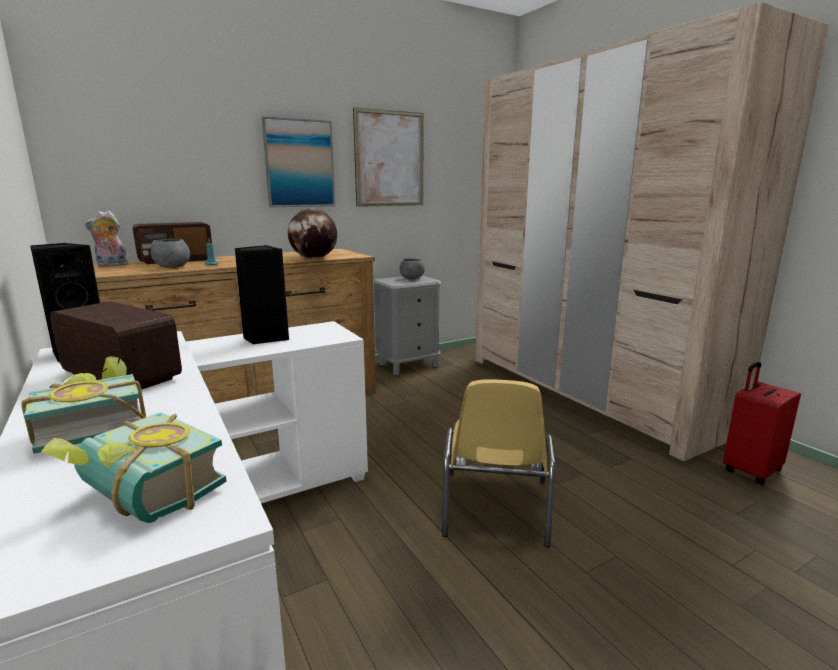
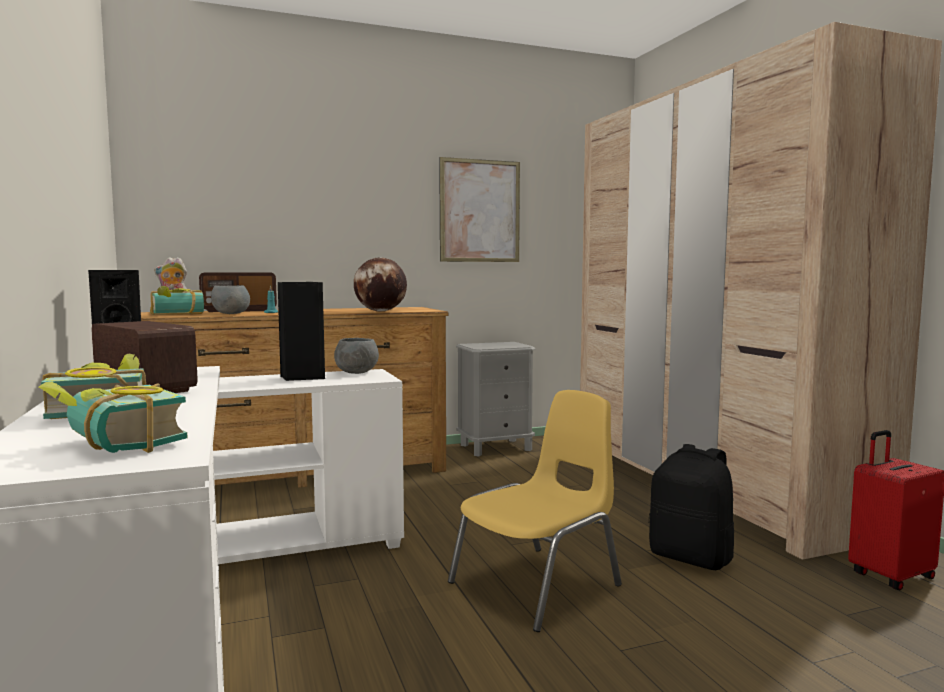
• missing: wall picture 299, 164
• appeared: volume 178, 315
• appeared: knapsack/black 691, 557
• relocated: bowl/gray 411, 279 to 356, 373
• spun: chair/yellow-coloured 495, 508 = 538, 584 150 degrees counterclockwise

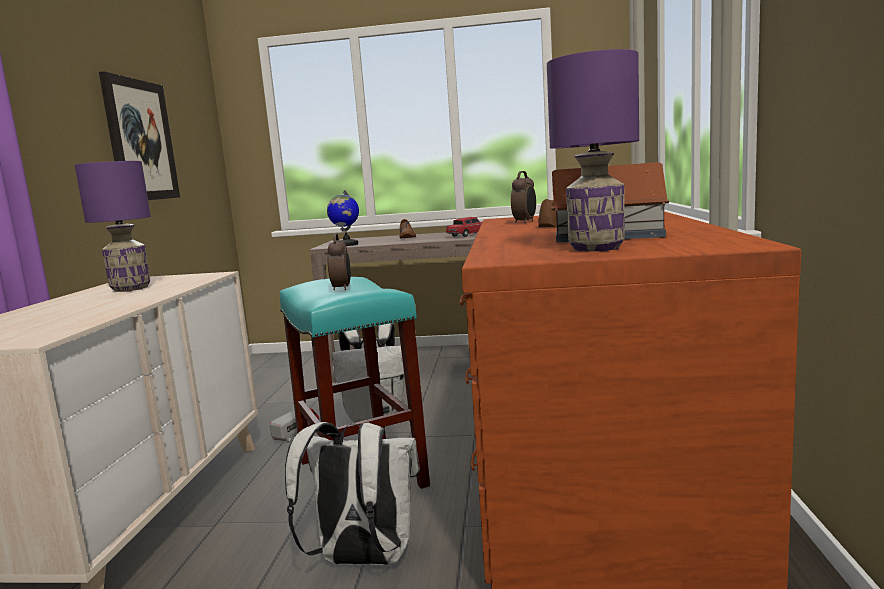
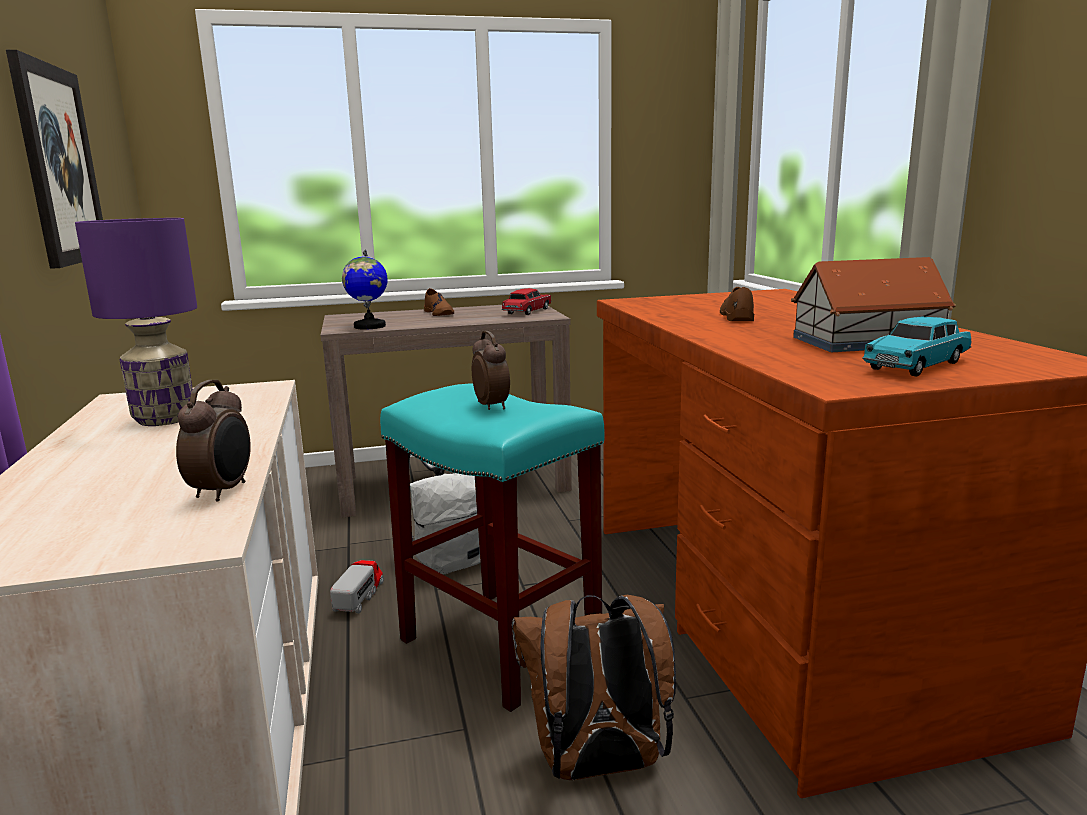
• relocated: table clock 525, 222 to 223, 491
• exchanged: lamp for a table/purple 597, 248 to model car/blue-green 916, 365
• colour: knapsack/whitish 362, 560 to knapsack/brownish 597, 767

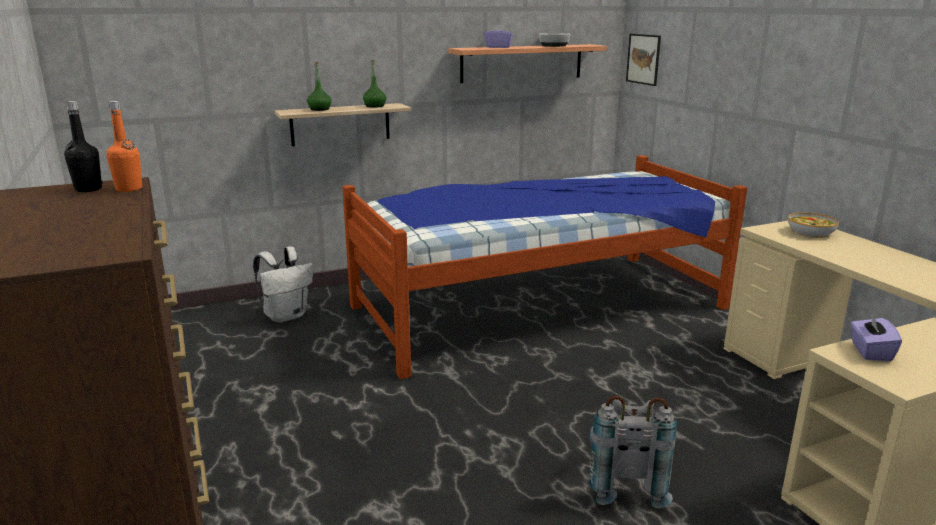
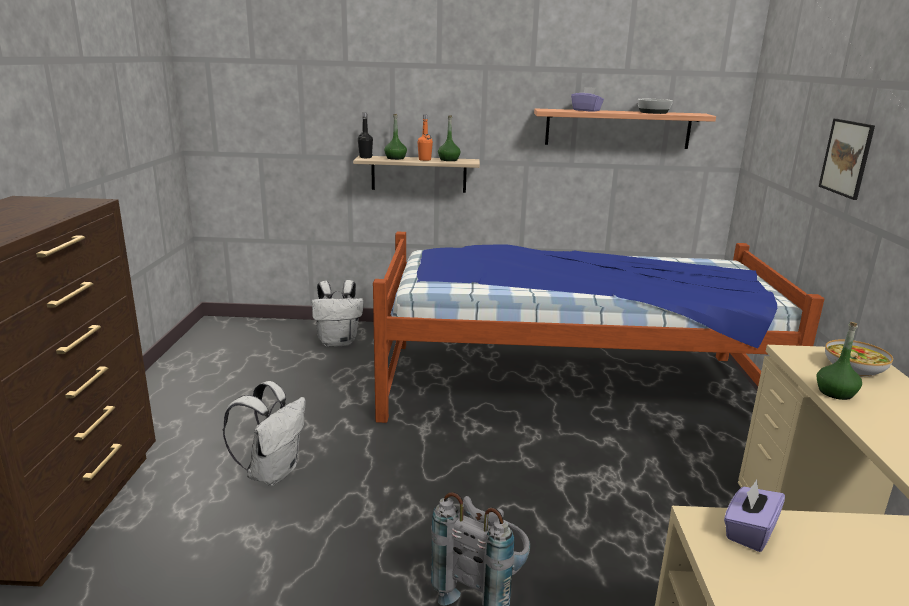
• appeared: knapsack/whitish 272, 472
• appeared: bottle/green-coloured 835, 392
• relocated: bottle/black 88, 189 to 365, 157
• relocated: bottle/orange 129, 189 to 424, 160
• relocated: wall picture 643, 59 to 846, 158

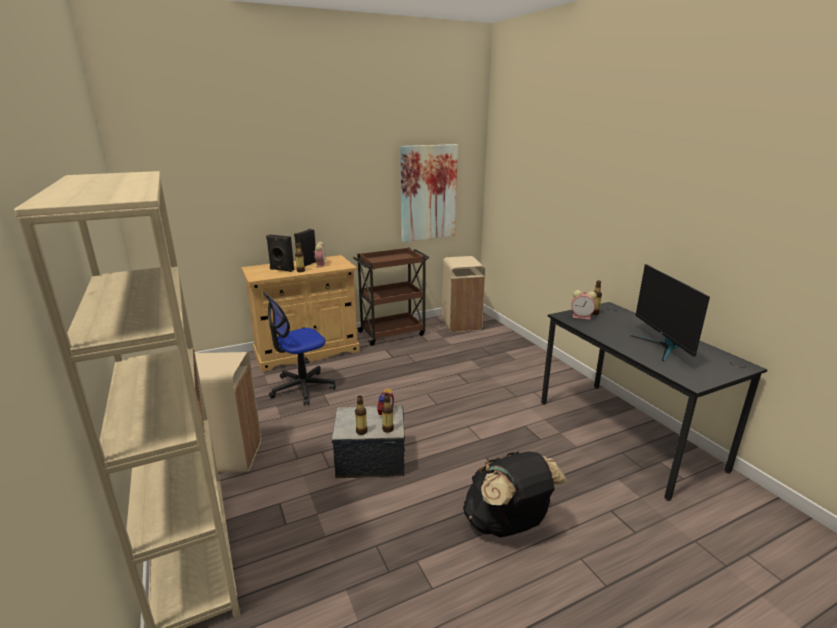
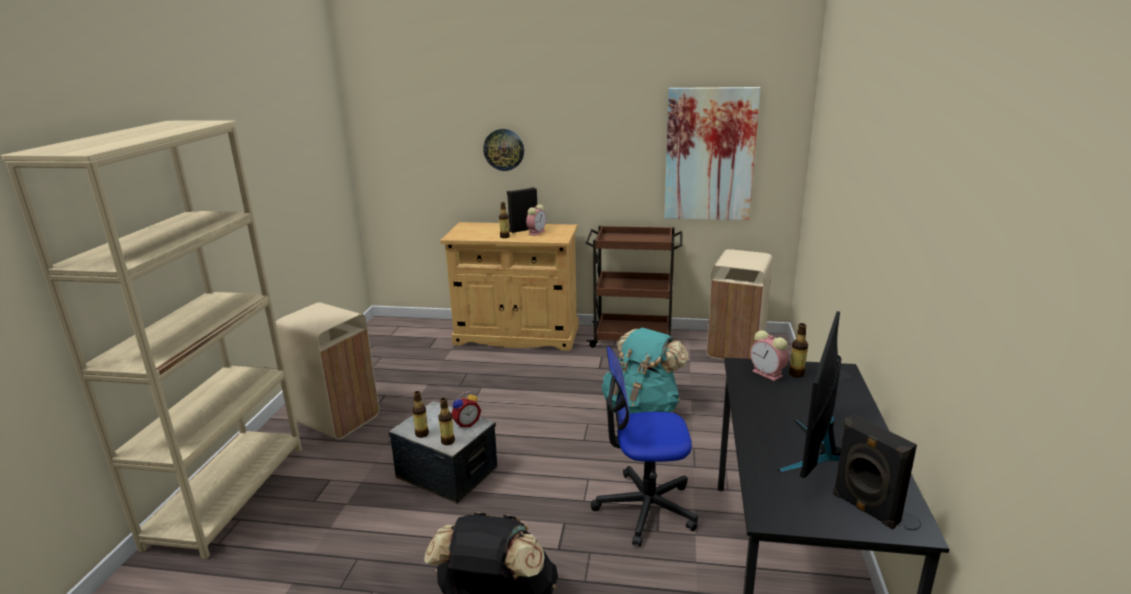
• appeared: wall clock 504, 149
• appeared: knapsack/blue-green 641, 410
• relocated: desk chair 302, 388 to 645, 508
• relocated: speaker/black 281, 270 to 864, 509

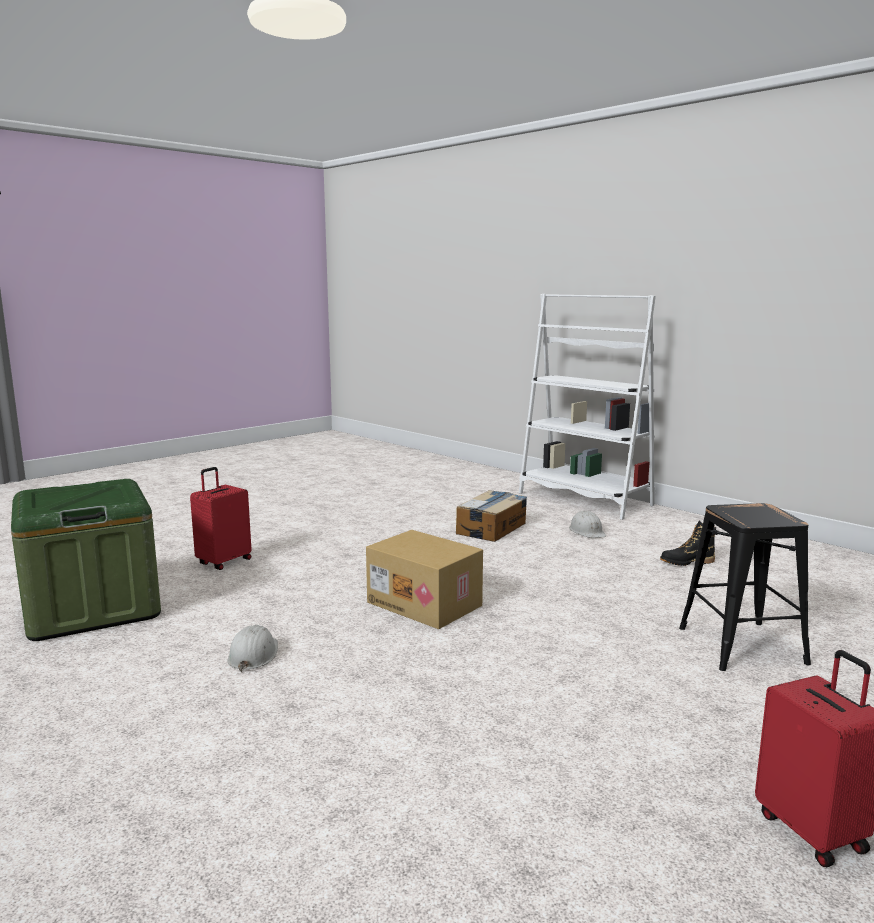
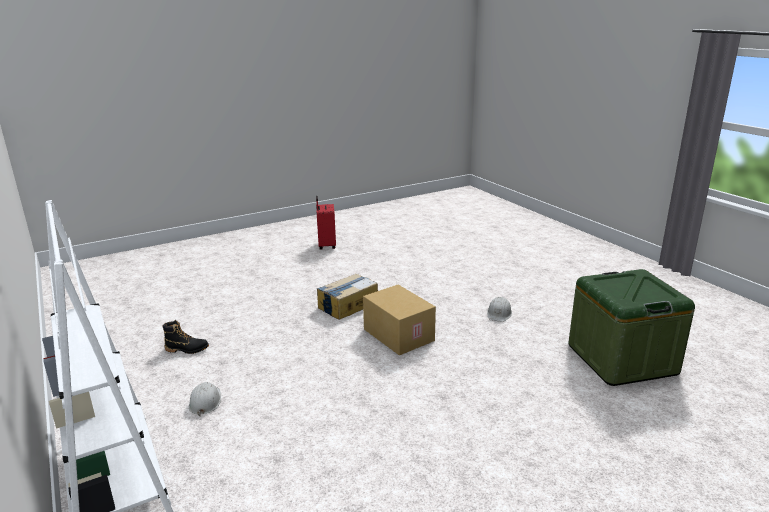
• missing: suitcase/red 223, 562
• missing: stool seat/black 740, 645
• relocated: carton 492, 528 to 347, 305

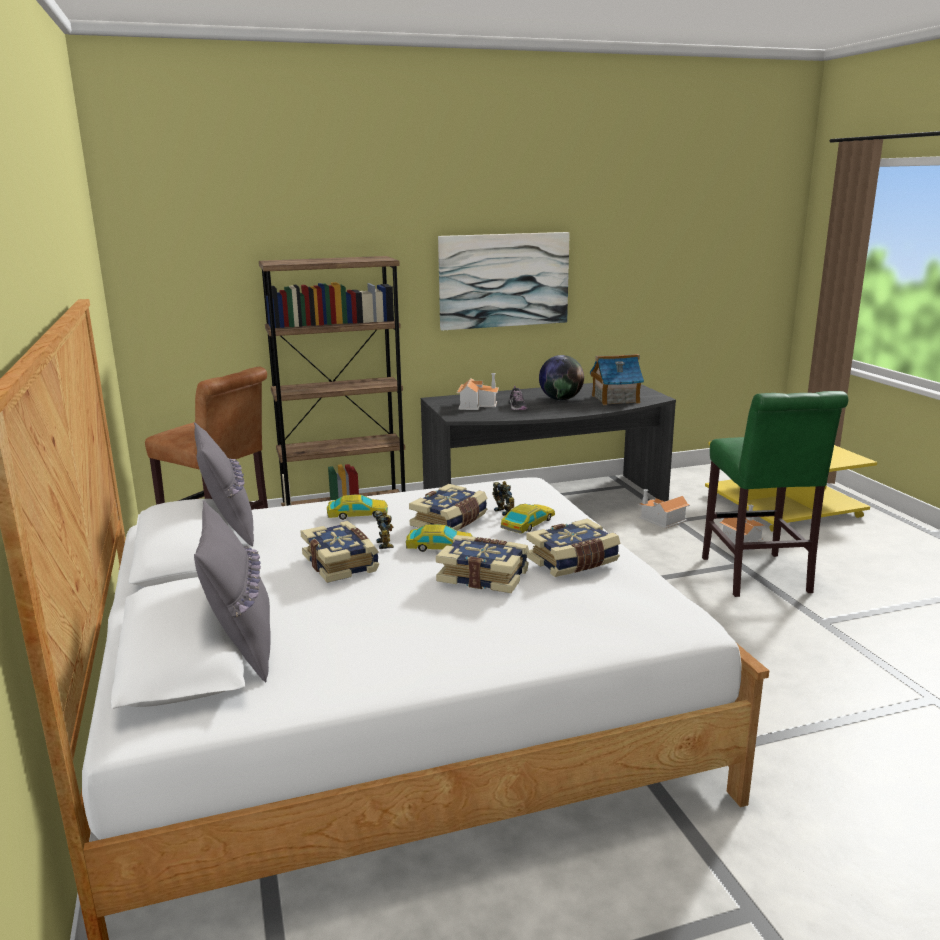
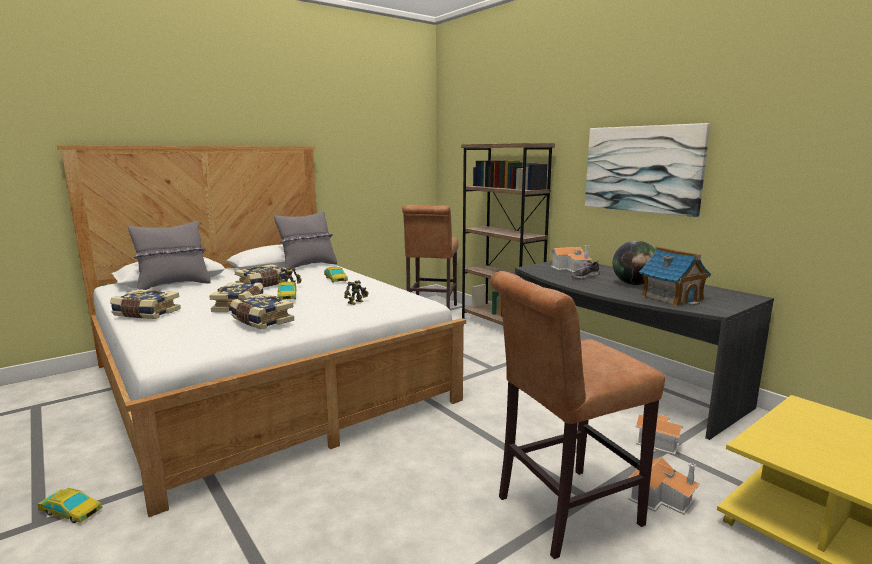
• relocated: volume 450, 521 to 146, 314
• relocated: model car 528, 524 to 71, 511
• colour: stool seat/green-coloured 757, 578 to stool seat/brownish 561, 512

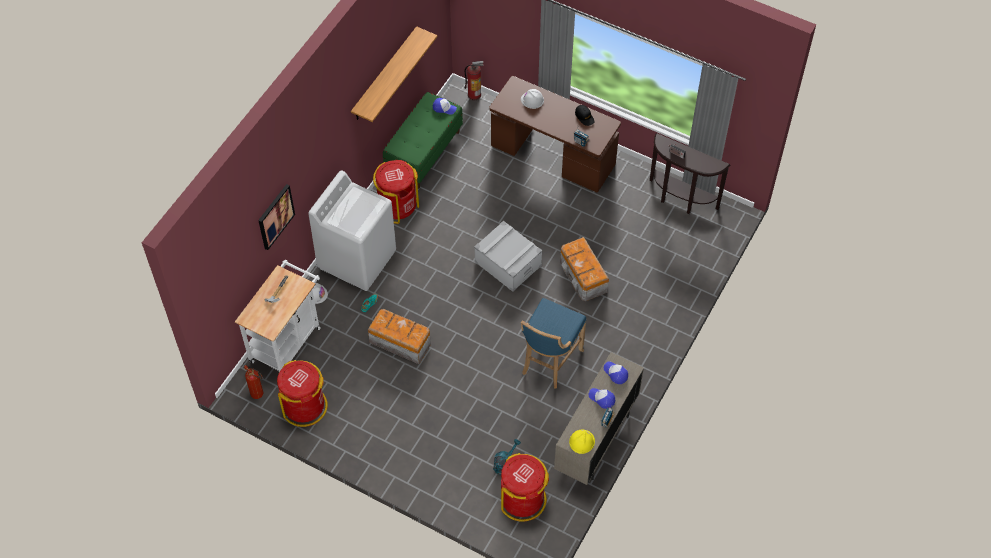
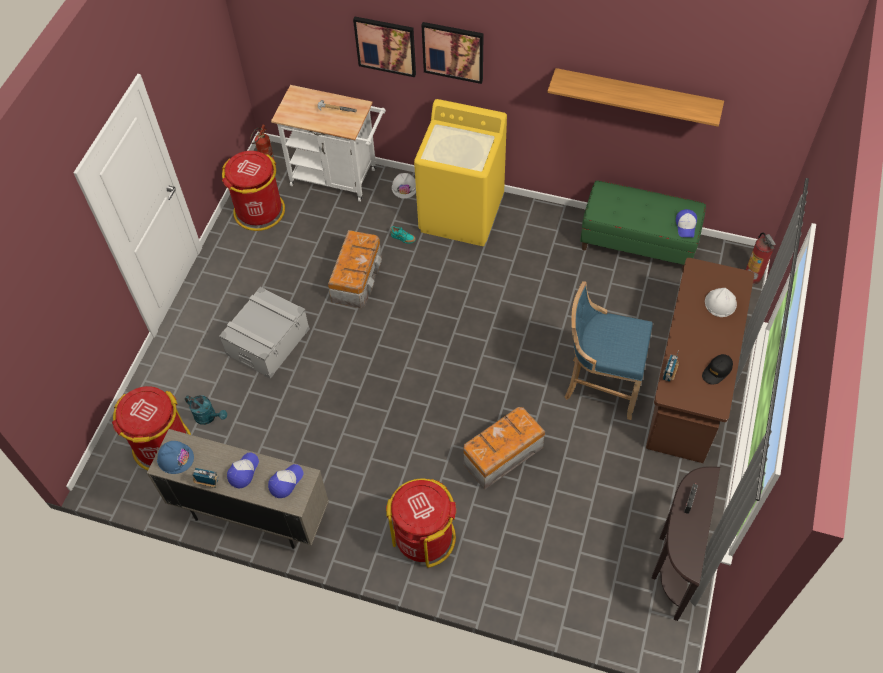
• appeared: wall picture 453, 51
• relocated: rubbish bin/red 397, 206 to 424, 537
• relocated: storage bin/gray 507, 263 to 268, 341
• relocated: stool seat/bluish 549, 362 to 600, 385
• colour: laundry machine/whitish 357, 259 to laundry machine/yellow-coloured 462, 214
• colour: hard hat/yellow-coloured 581, 441 to hard hat/bluish 175, 458

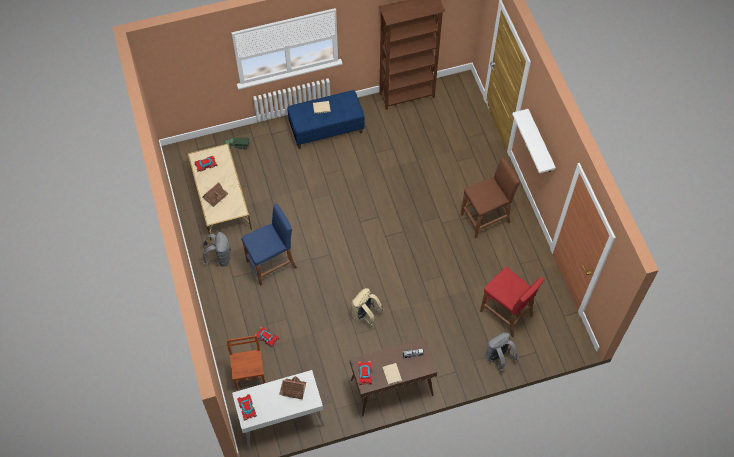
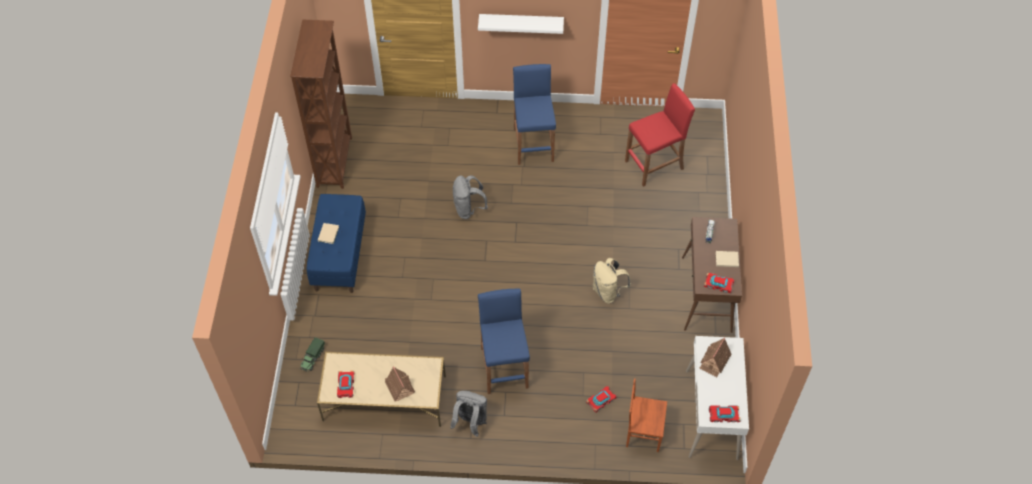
• relocated: knapsack/gray 498, 358 to 468, 209
• colour: stool seat/brownish 485, 219 to stool seat/bluish 533, 144

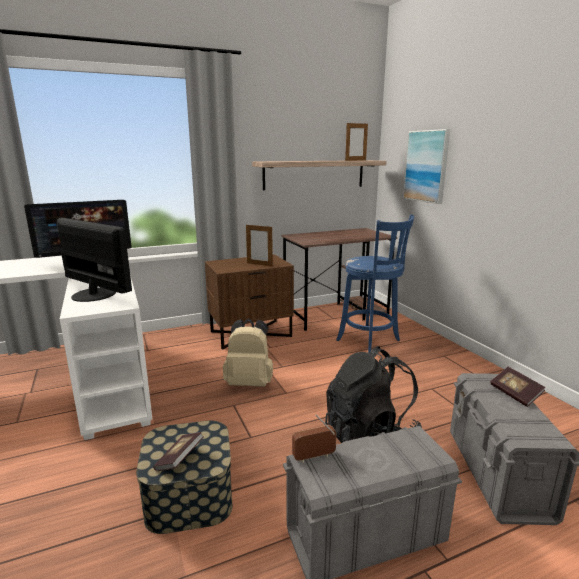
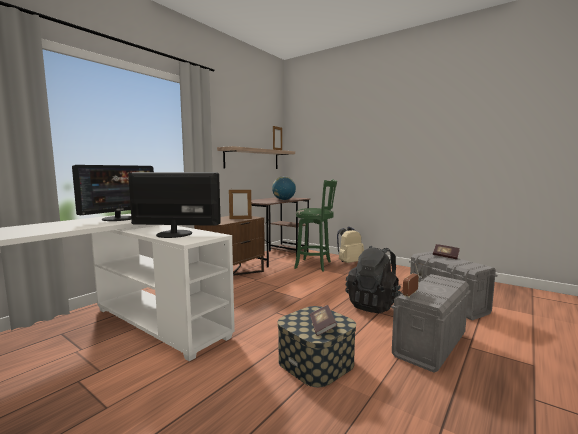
• missing: wall picture 426, 166
• appeared: world globe 284, 200
• relocated: knapsack/beige 250, 383 to 349, 262
• colour: stool seat/bluish 370, 341 to stool seat/green-coloured 315, 265

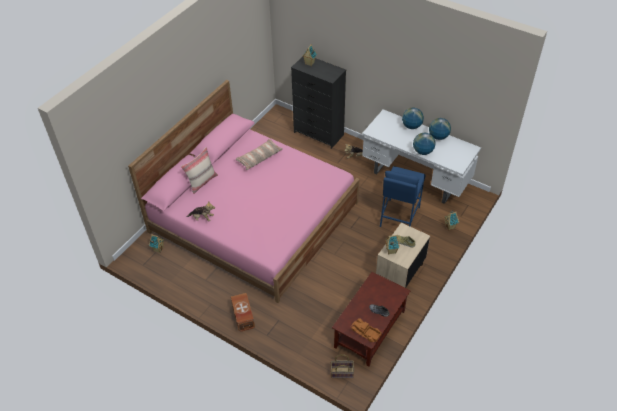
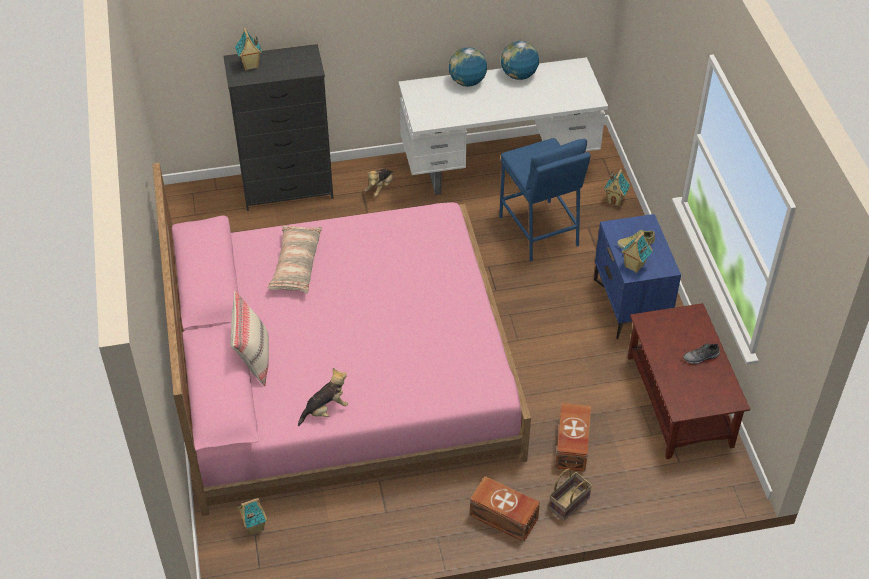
• missing: toy truck 365, 332
• missing: world globe 423, 151
• appeared: storage bin/brownish 571, 446
• relocated: basket 342, 372 to 569, 501
• colour: bedside table/beige 399, 274 to bedside table/bluish 630, 305

